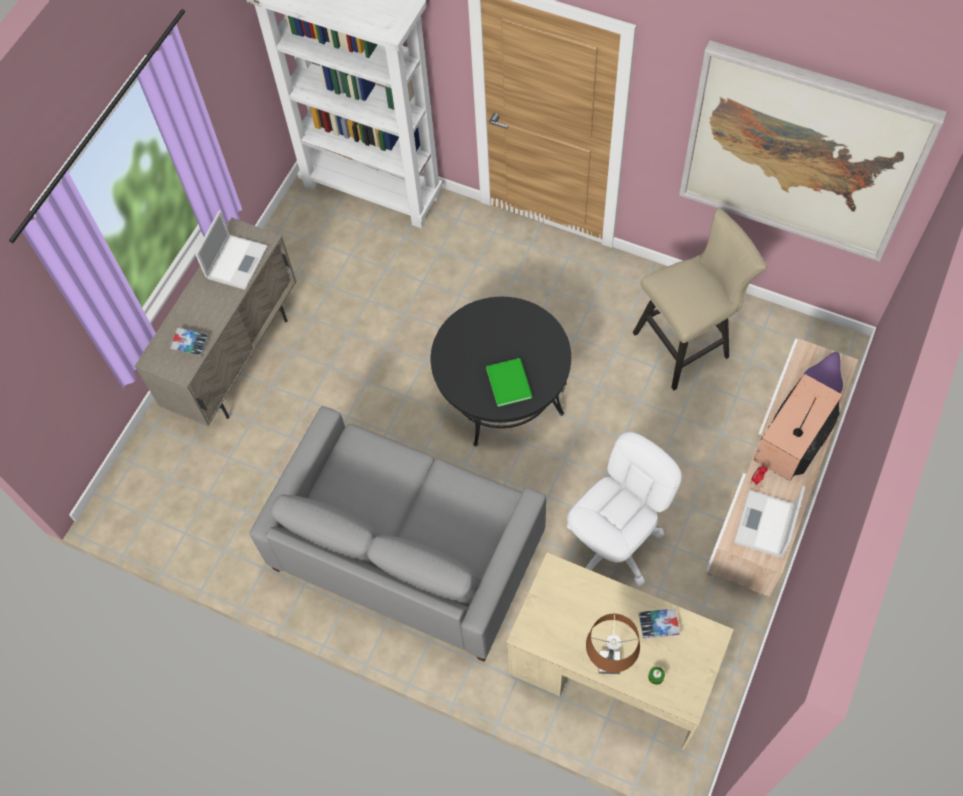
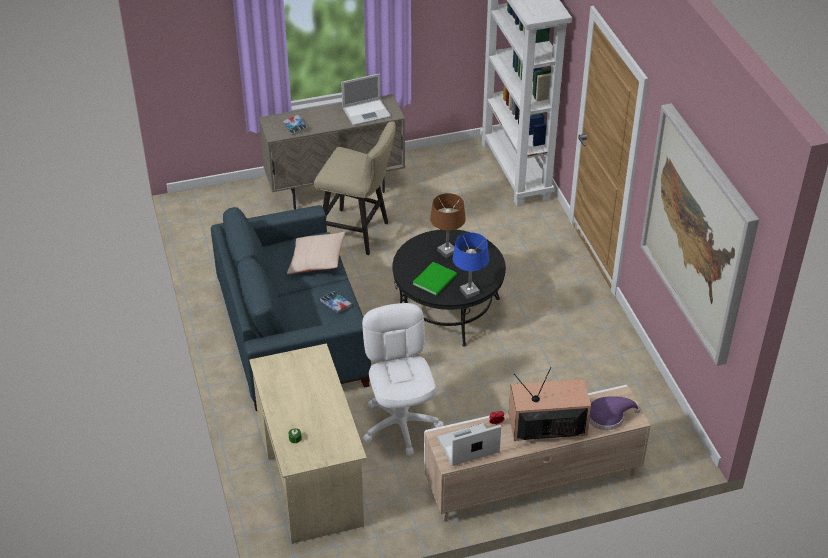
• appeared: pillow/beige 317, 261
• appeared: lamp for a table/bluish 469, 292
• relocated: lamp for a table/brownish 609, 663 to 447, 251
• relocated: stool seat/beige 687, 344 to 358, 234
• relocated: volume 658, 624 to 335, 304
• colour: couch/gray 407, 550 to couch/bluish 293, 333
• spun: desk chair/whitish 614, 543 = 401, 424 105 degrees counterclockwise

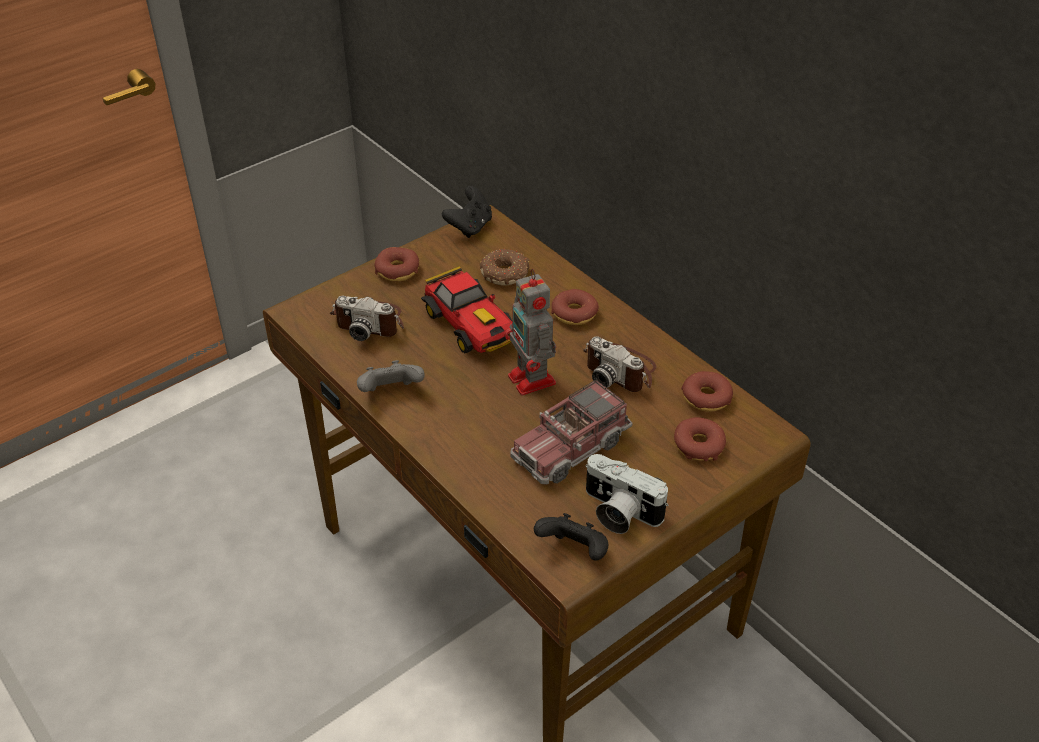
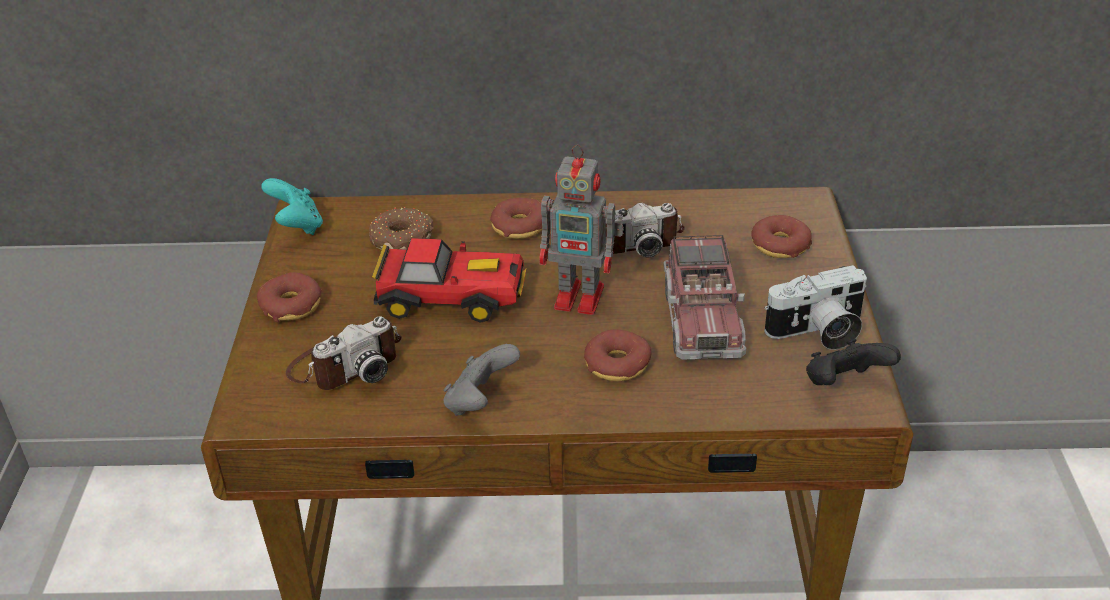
• relocated: ring doughnut 706, 398 to 617, 364
• colour: joypad/black 470, 227 to joypad/blue-green 297, 226

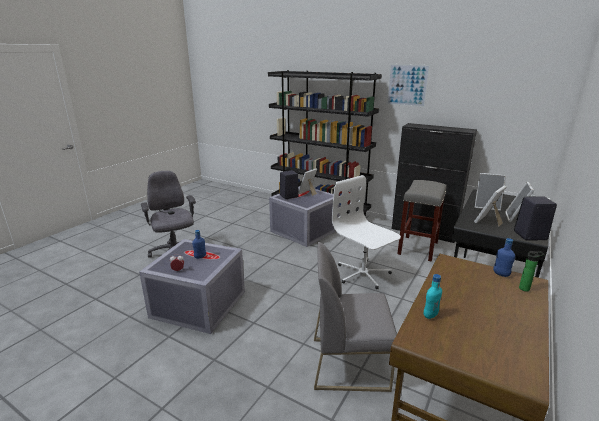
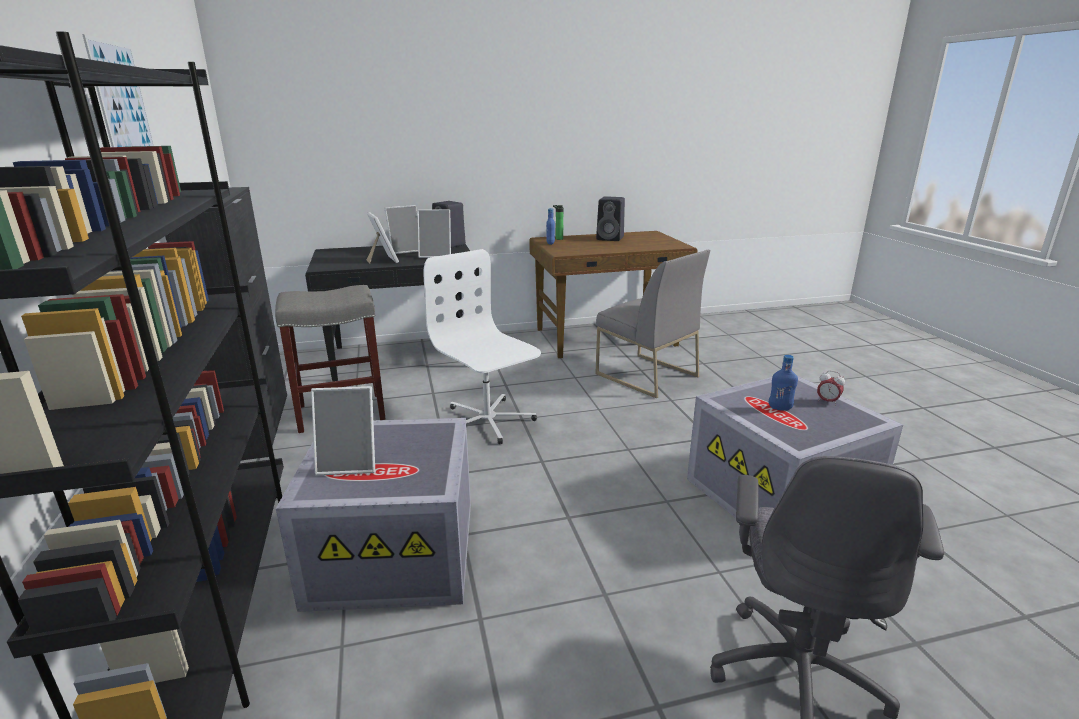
• missing: bottle/blue-green 430, 315
• relocated: speaker/black 288, 196 to 611, 238
• spun: desk chair/whitish 363, 274 = 487, 421 135 degrees clockwise

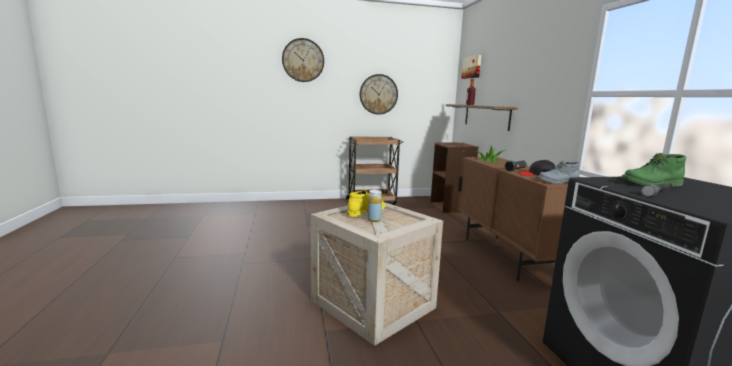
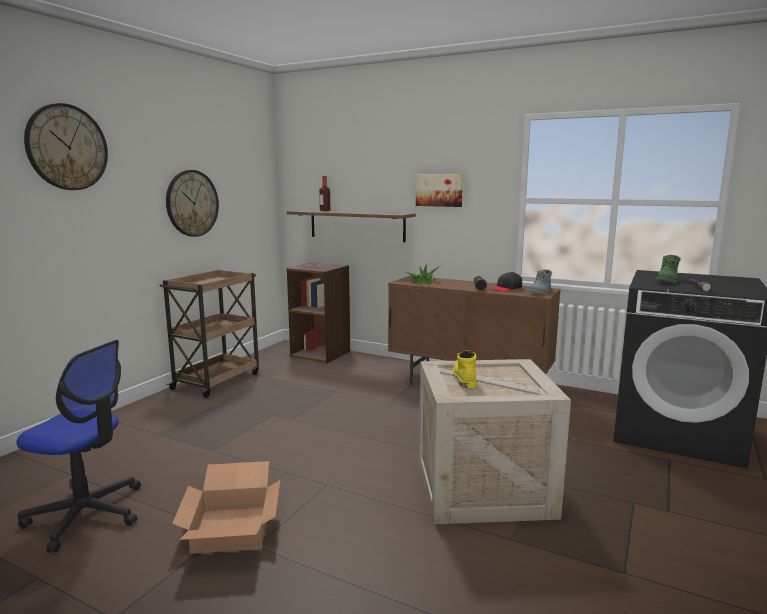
• missing: bottle/yellow-coloured 374, 220
• appeared: desk chair 86, 514
• appeared: carton 230, 528
• relocated: wall picture 472, 67 to 439, 190

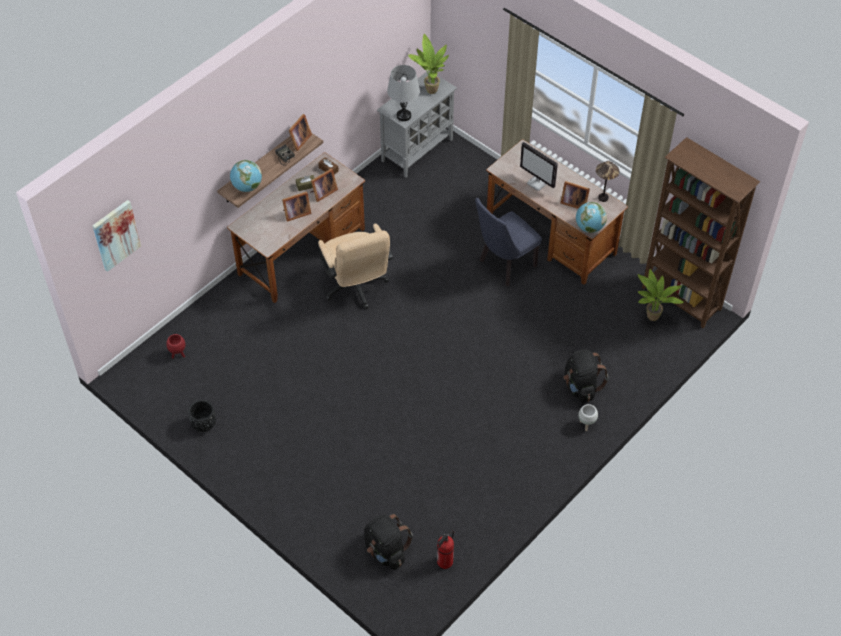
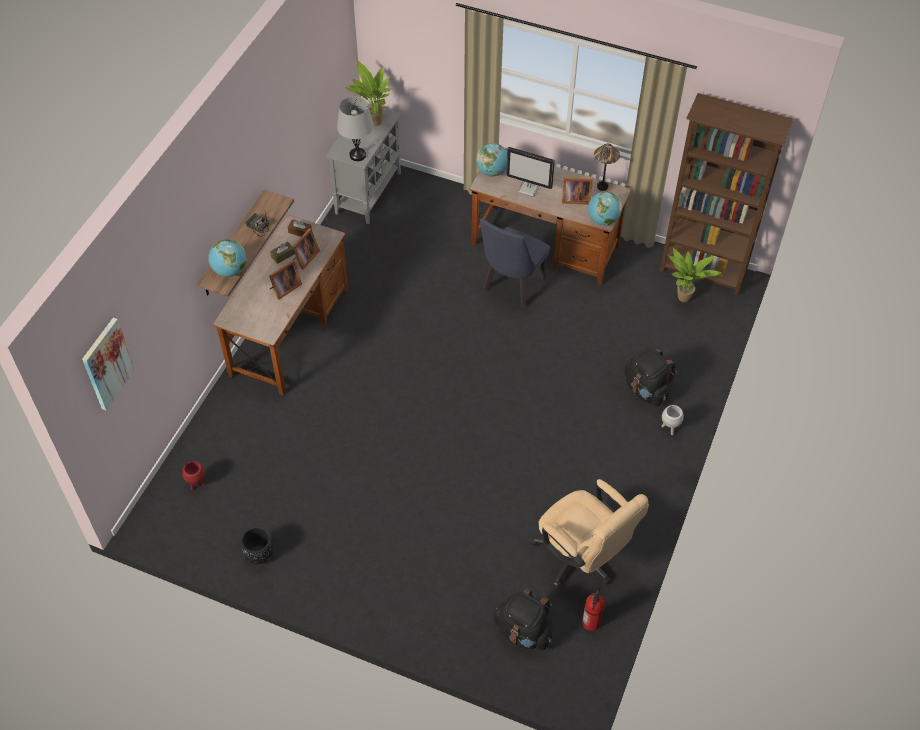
• missing: standing frame 298, 141
• appeared: world globe 492, 172
• relocated: desk chair/beige 356, 288 to 581, 560

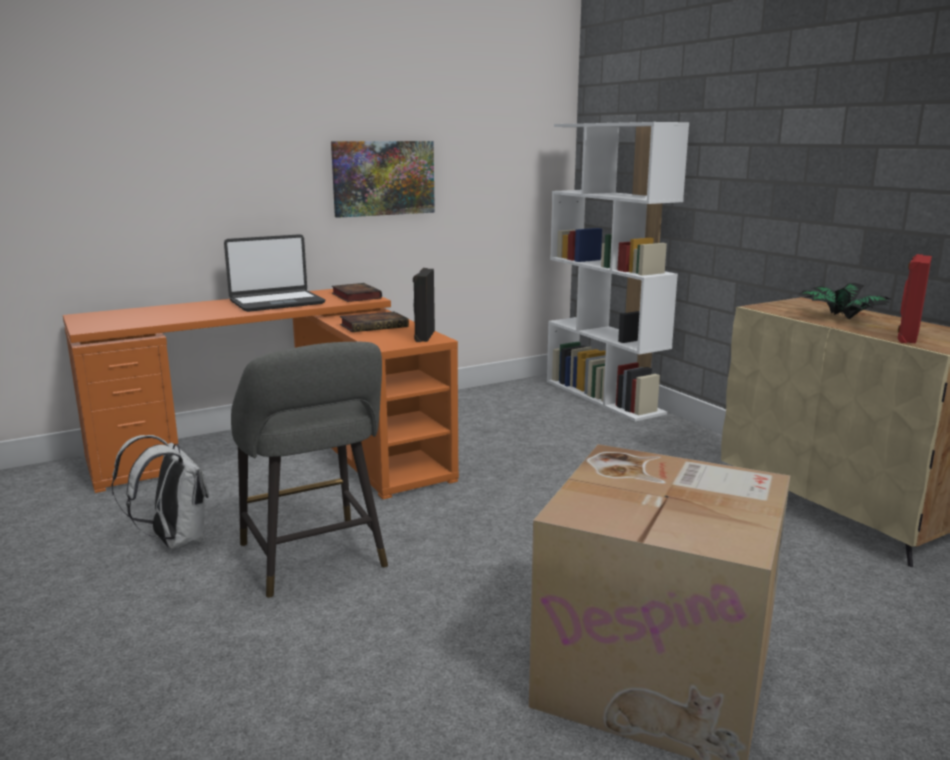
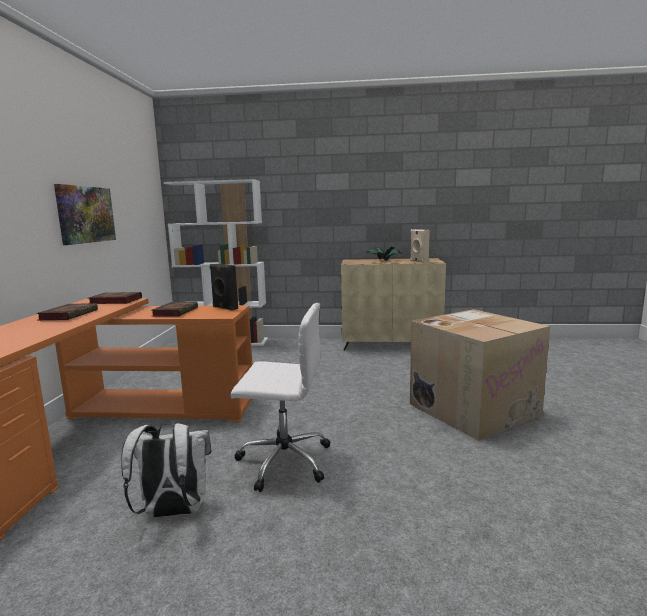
• exchanged: portable computer 276, 302 to volume 69, 315
• exchanged: stool seat/gray 315, 560 to desk chair/whitish 283, 460
• colour: speaker/red 907, 337 to speaker/beige 418, 261

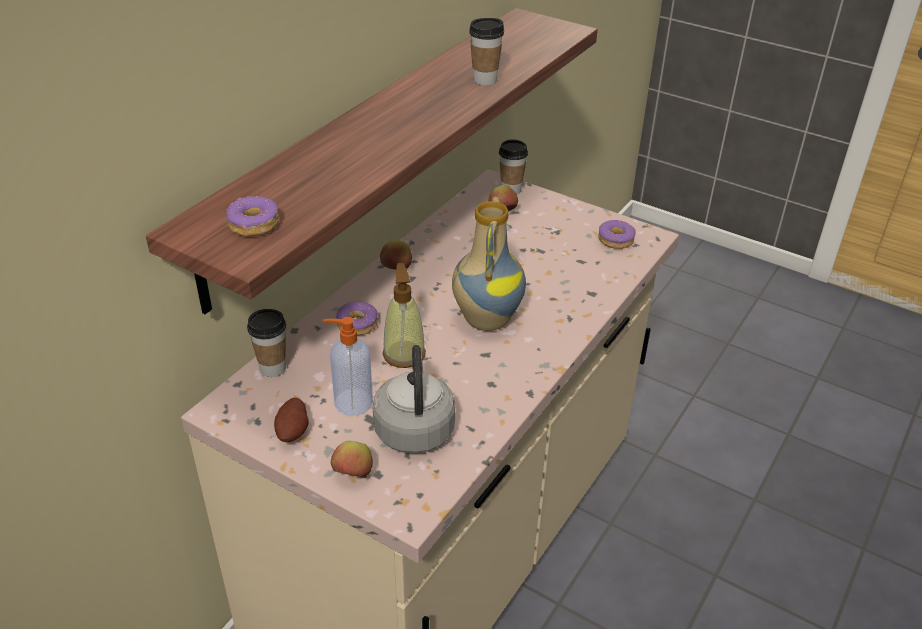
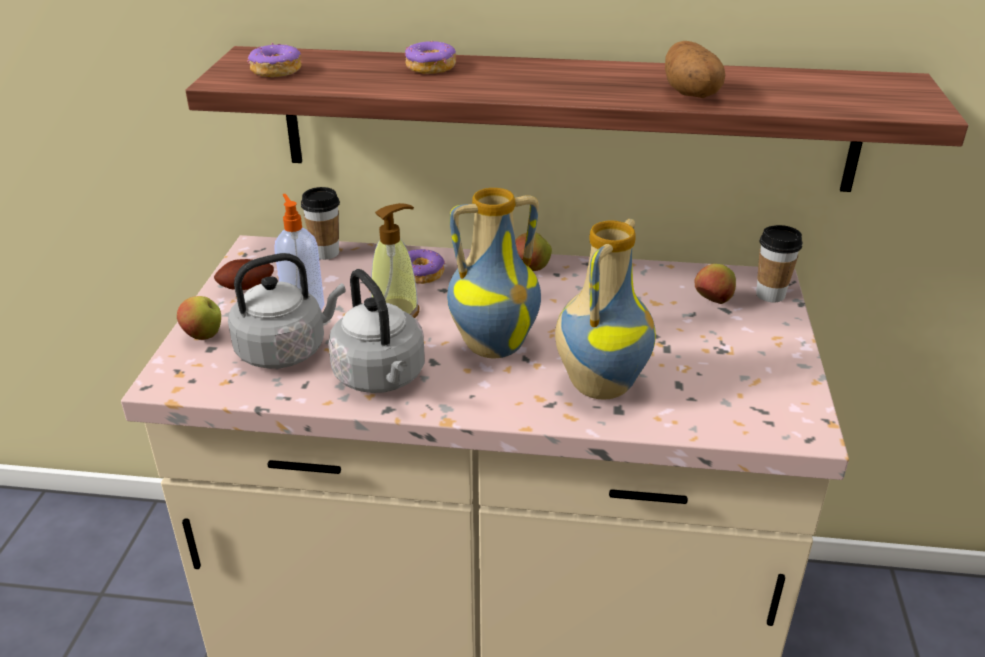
• appeared: kettle/gray 381, 378
• appeared: flower vase 598, 385
• relocated: ring doughnut 616, 240 to 431, 67
• exchanged: drinking cup 484, 80 to whole potato 692, 94

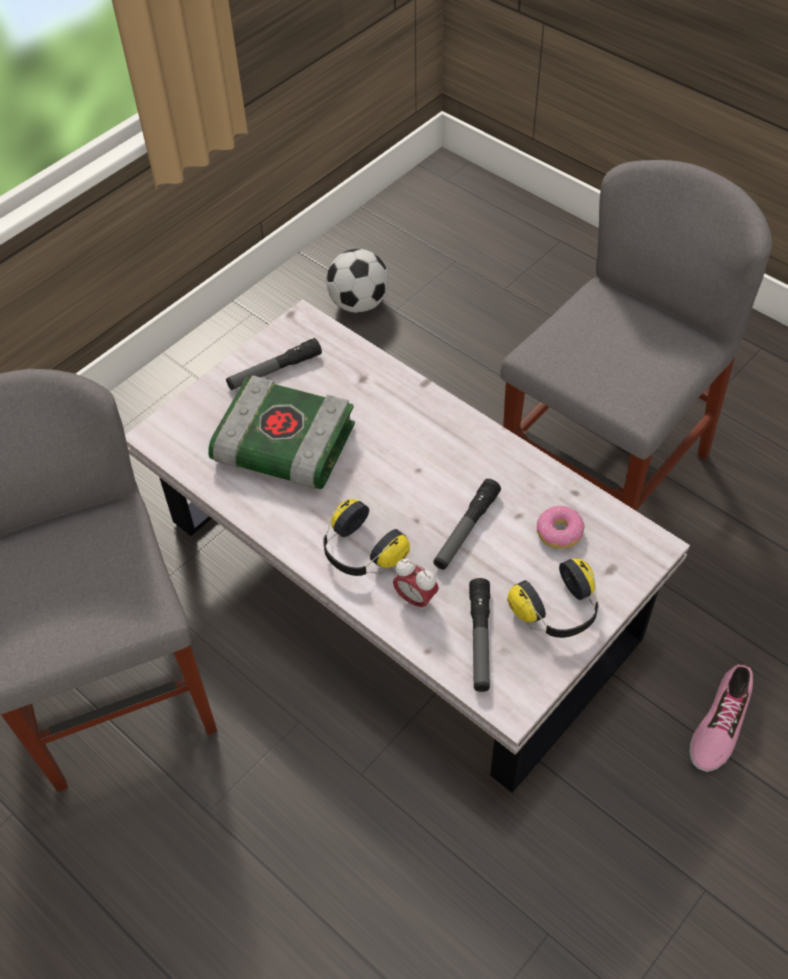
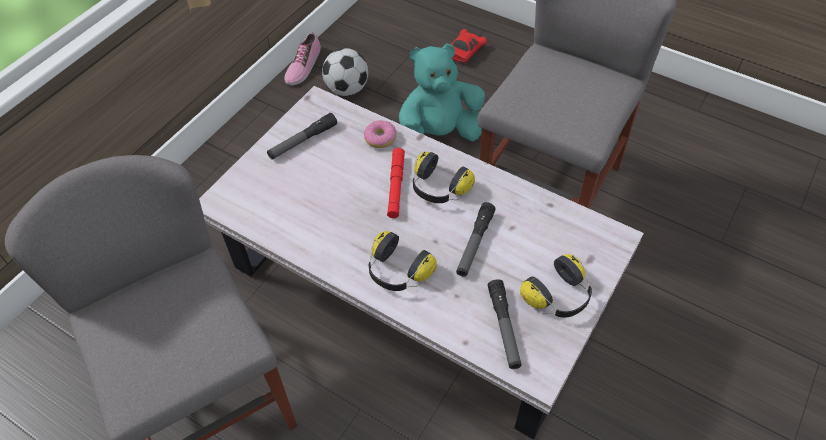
• missing: volume 282, 446
• missing: table clock 415, 598
• appeared: hand torch/red 396, 186
• appeared: soft toy/blue-green 438, 135
• appeared: headphones 438, 188
• appeared: model car/red 464, 52
• relocated: ring doughnut 559, 532 to 380, 138
• relocated: item of footwear 719, 723 to 303, 66

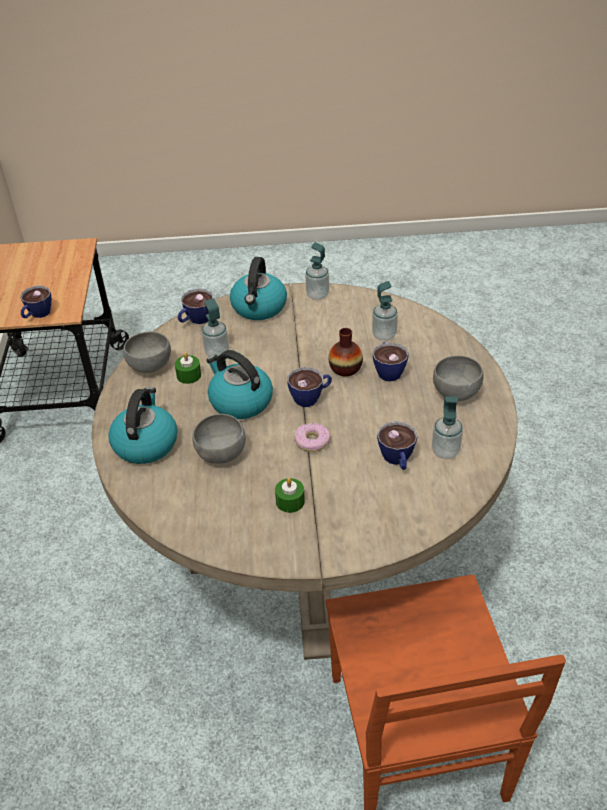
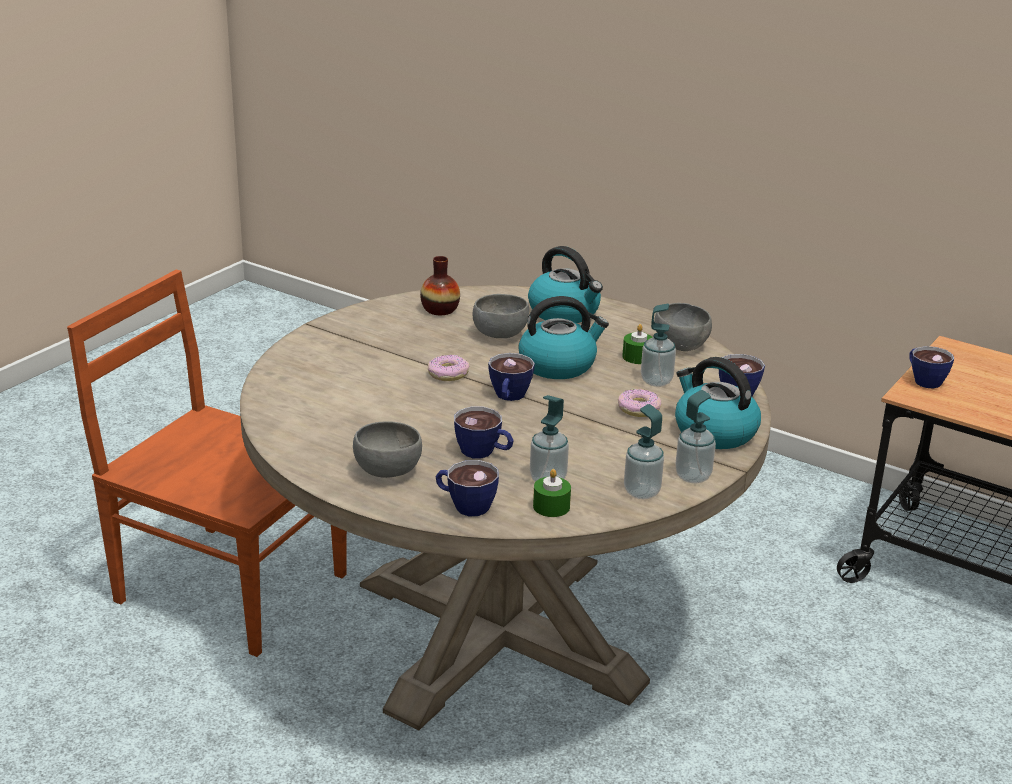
• appeared: ring doughnut 638, 409
• relocated: wax candle/green-coloured 290, 501 to 551, 507
• relocated: flower vase 345, 369 to 440, 309
• relocated: drinking cup 397, 460 to 465, 505
• relocated: liquid soap bottle 445, 451 to 641, 492

